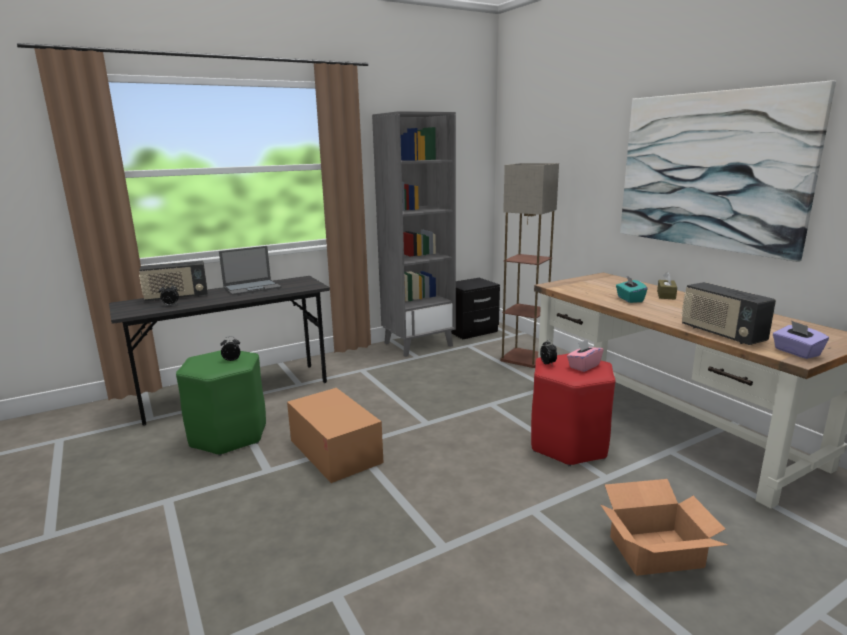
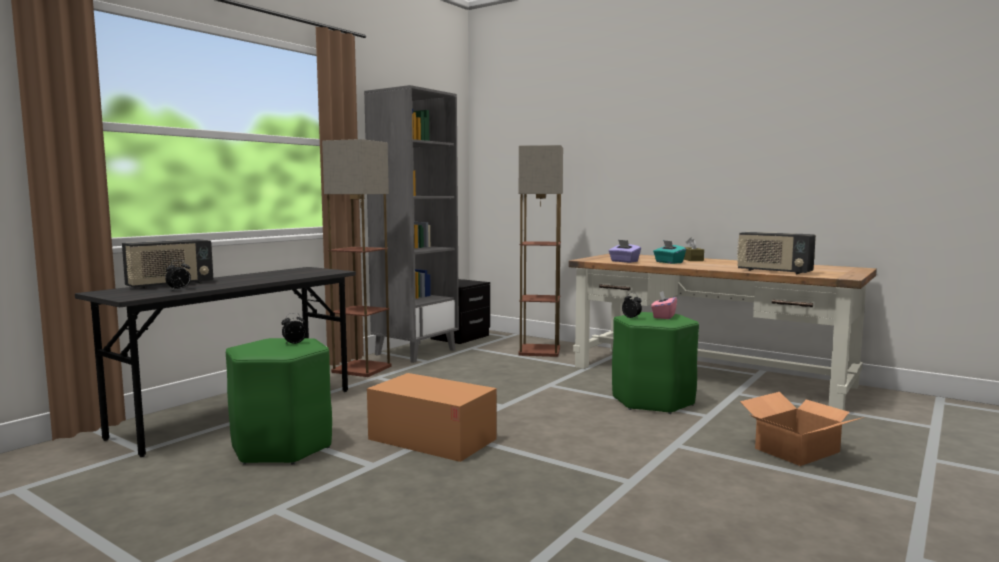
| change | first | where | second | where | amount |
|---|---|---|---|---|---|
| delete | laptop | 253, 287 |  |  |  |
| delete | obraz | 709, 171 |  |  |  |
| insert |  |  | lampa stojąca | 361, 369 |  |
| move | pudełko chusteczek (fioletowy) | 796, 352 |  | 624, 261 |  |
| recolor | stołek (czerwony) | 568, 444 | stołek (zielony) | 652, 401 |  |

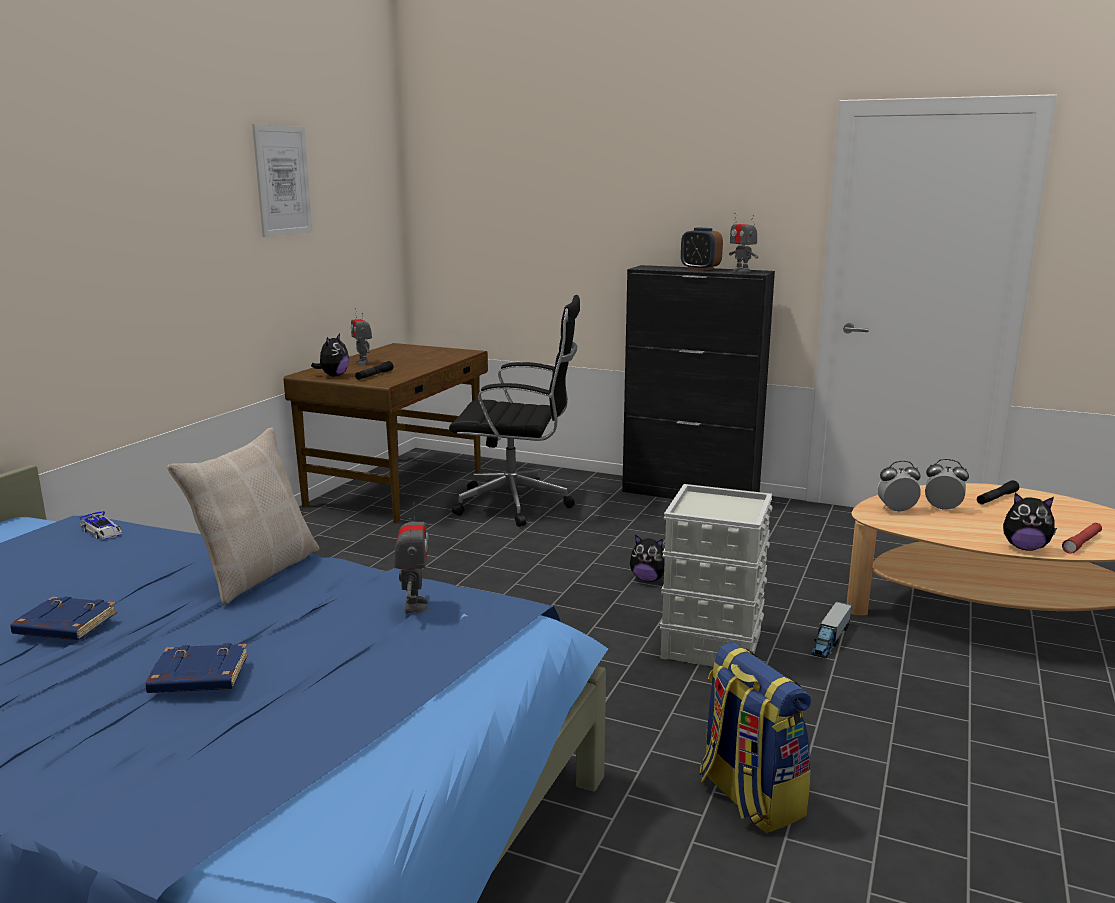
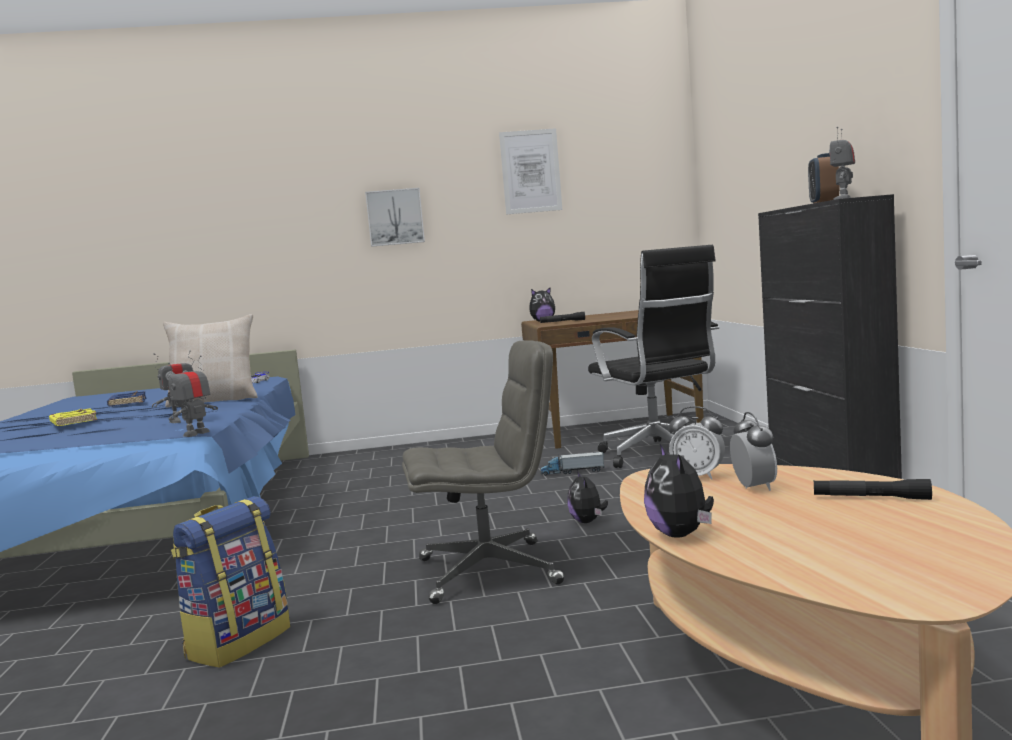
| change | first | where | second | where | amount |
|---|---|---|---|---|---|
| delete | latarka (czerwony) | 1082, 543 |  |  |  |
| insert |  |  | obraz | 395, 217 |  |
| move | robot zabawkowy | 363, 363 |  | 196, 434 |  |
| move | ciężarówka zabawkowa | 830, 640 |  | 572, 472 |  |
| replace | pojemnik do przechowywania (szary) | 713, 644 | krzesło biurowe (szary) | 490, 571 |  |
| recolor | książka (niebieski) | 198, 677 | książka (żółty) | 72, 422 |  |
| rotate | budzik | 896, 510 |  | 698, 476 | 150 degrees clockwise |

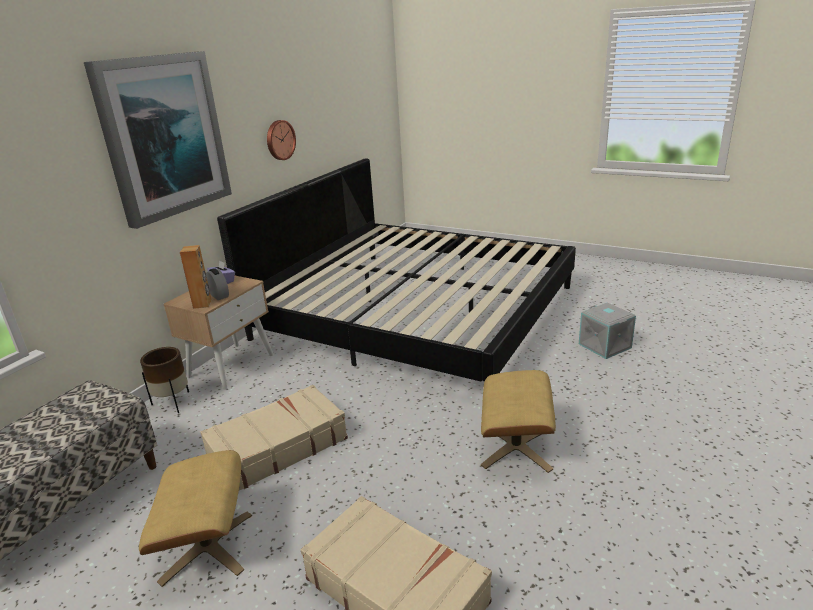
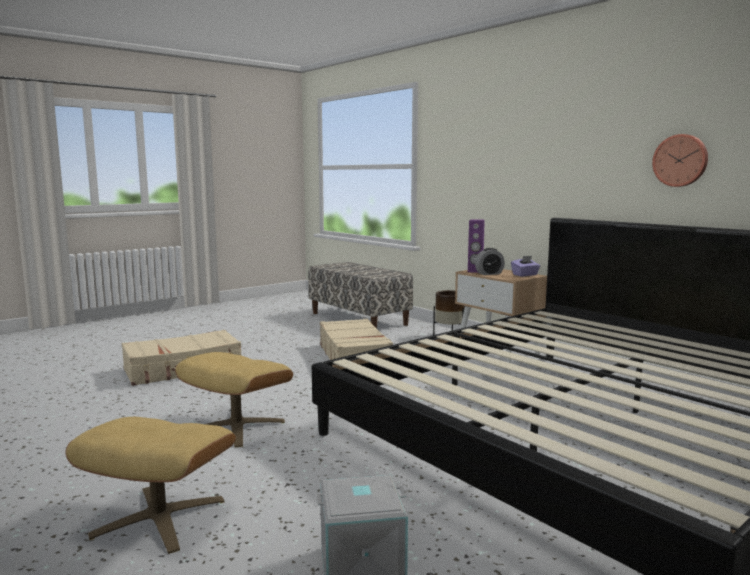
| change | first | where | second | where | amount |
|---|---|---|---|---|---|
| delete | obraz | 163, 136 |  |  |  |
| move | pufa (beżowy) | 208, 547 |  | 158, 518 |  |
| recolor | głośnik (brązowy) | 202, 304 | głośnik (fioletowy) | 475, 271 |  |

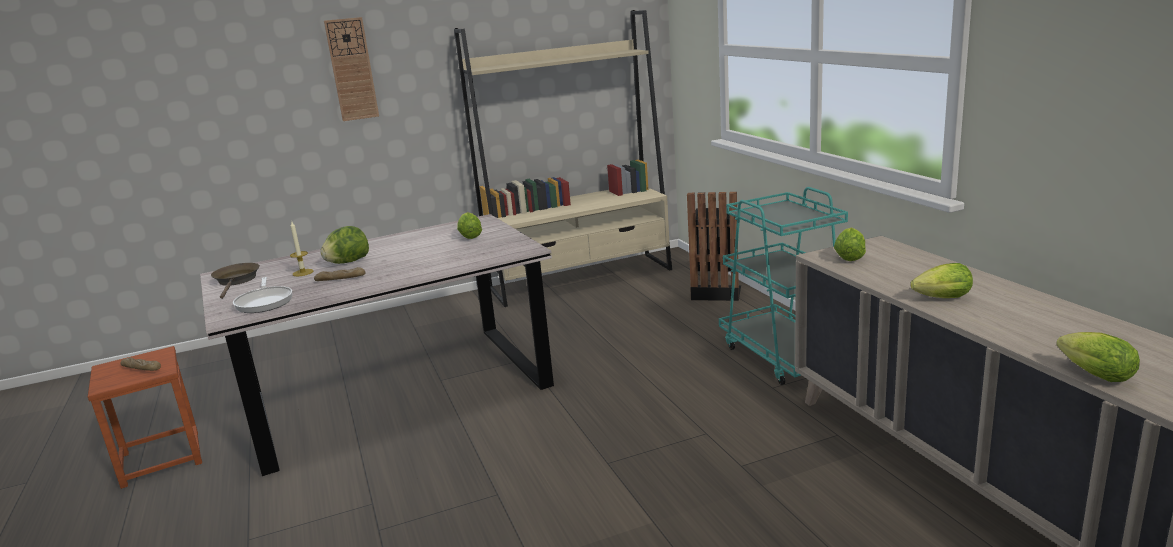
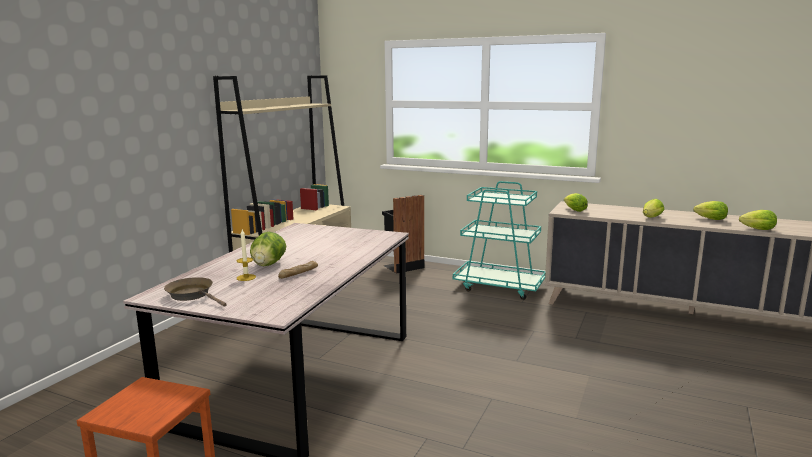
| change | first | where | second | where | amount |
|---|---|---|---|---|---|
| delete | chleb | 141, 369 |  |  |  |
| delete | patelnia | 265, 302 |  |  |  |
| delete | zegar ścienny | 352, 69 |  |  |  |
| move | sałata | 469, 236 |  | 709, 219 |  |

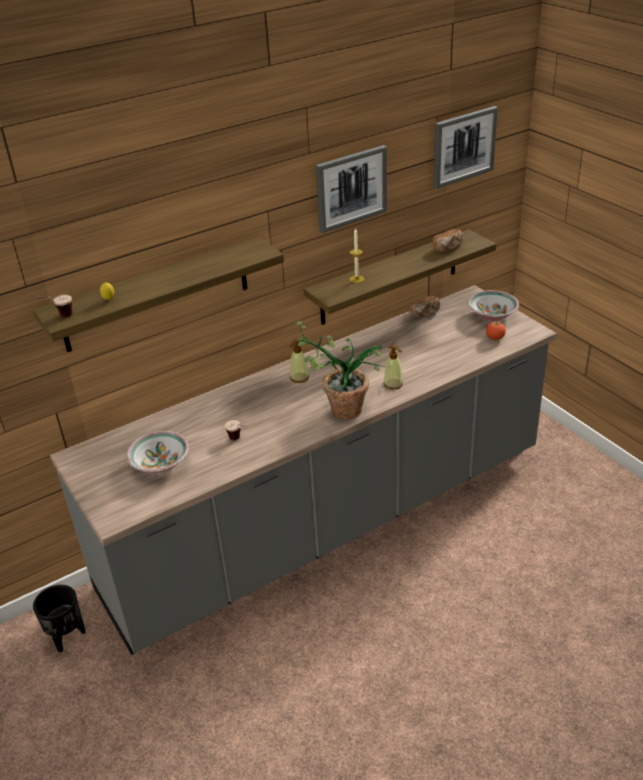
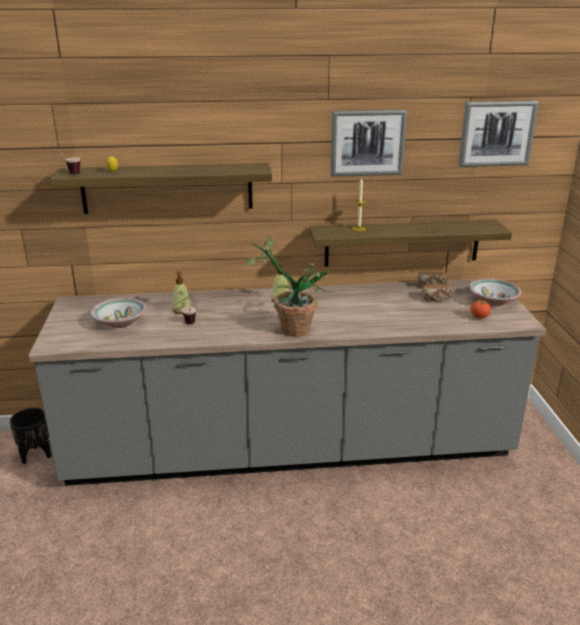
| change | first | where | second | where | amount |
|---|---|---|---|---|---|
| move | dozownik mydła | 393, 384 |  | 182, 310 |  |
| move | chleb | 448, 247 |  | 436, 299 |  |

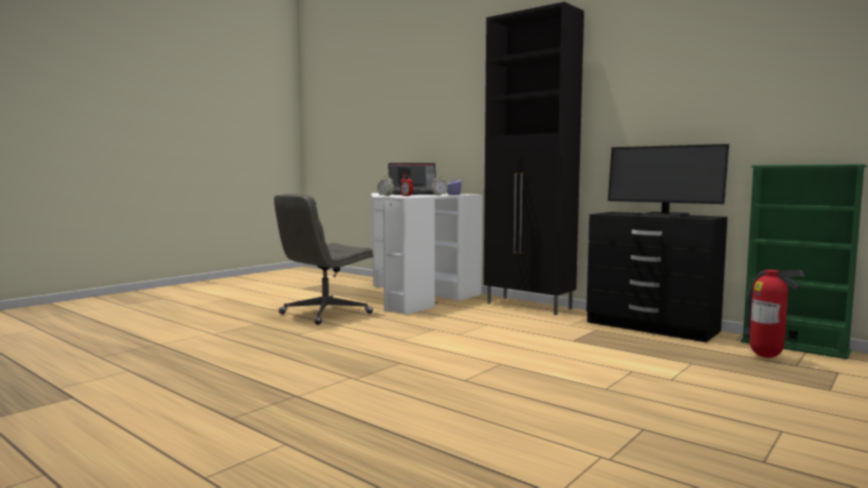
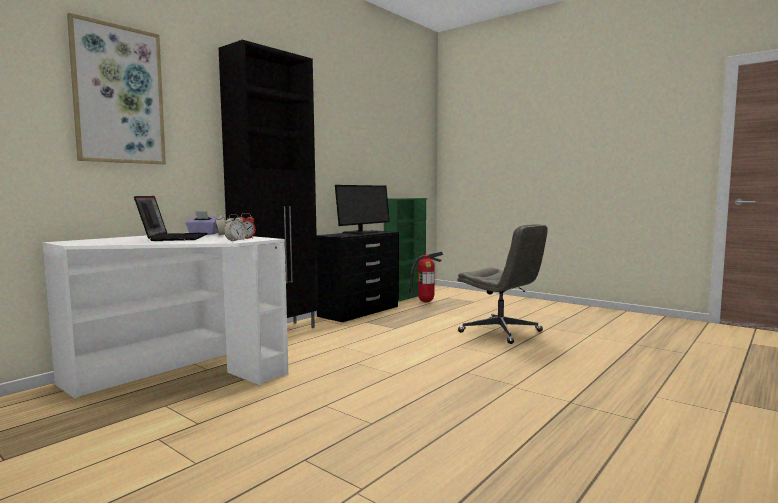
| change | first | where | second | where | amount |
|---|---|---|---|---|---|
| insert |  |  | obraz | 118, 95 |  |
| move | krzesło biurowe (szary) | 325, 314 |  | 501, 332 |  |

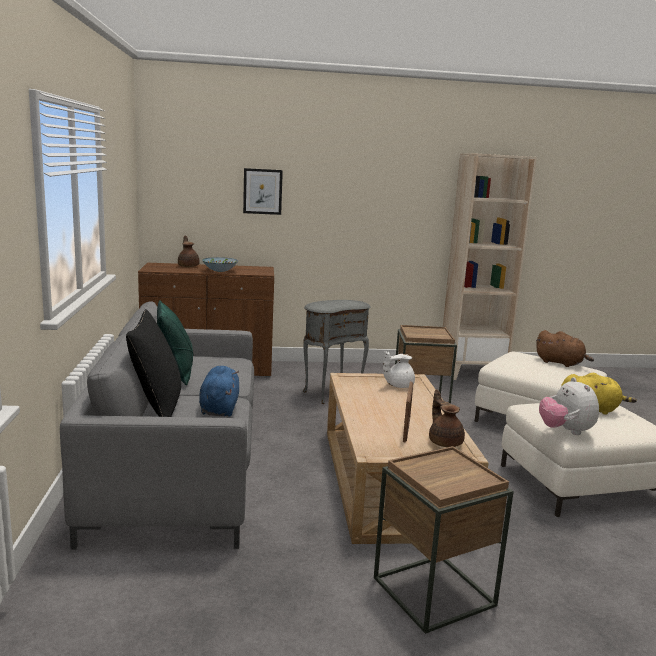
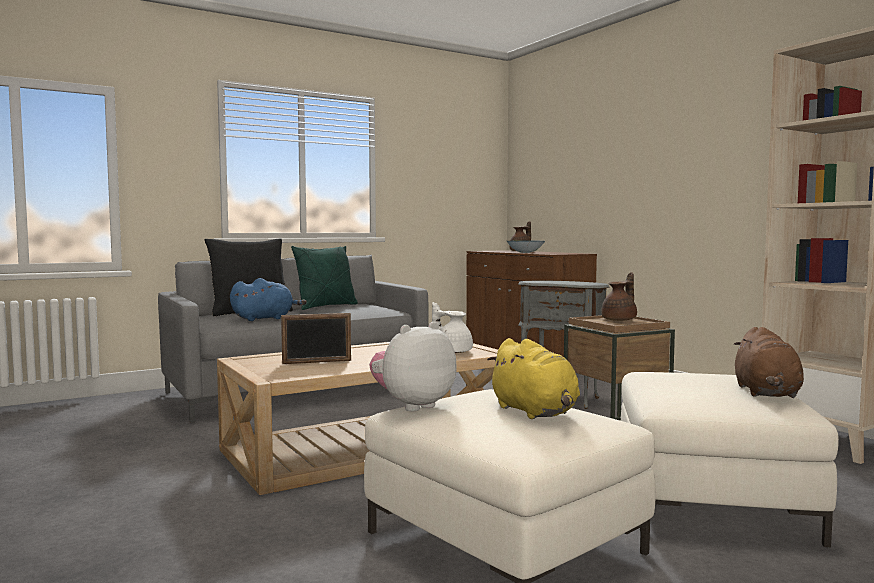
| change | first | where | second | where | amount |
|---|---|---|---|---|---|
| delete | obraz | 262, 191 |  |  |  |
| delete | stolik (brązowy) | 433, 591 |  |  |  |
| move | imbryk (brązowy) | 445, 441 |  | 620, 320 |  |

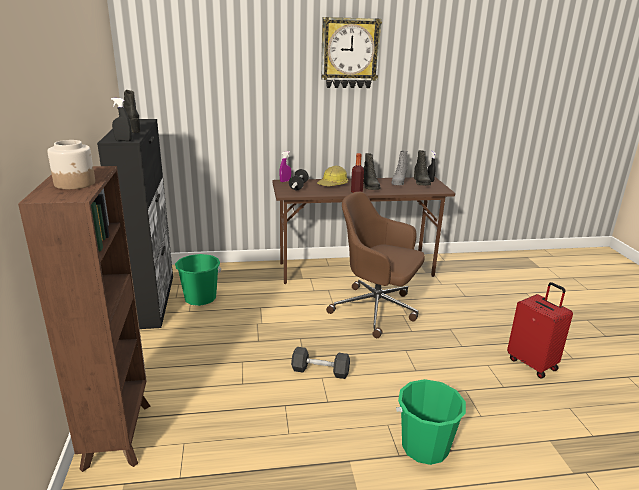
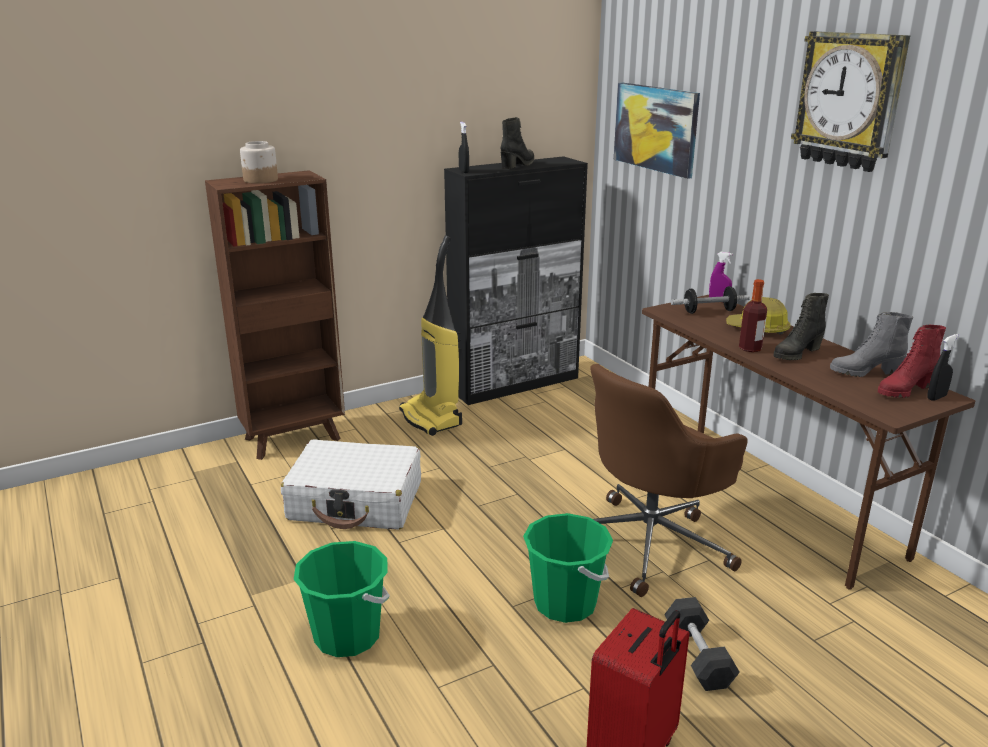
| change | first | where | second | where | amount |
|---|---|---|---|---|---|
| insert |  |  | walizka (biały) | 356, 501 |  |
| insert |  |  | odkurzacz | 432, 418 |  |
| insert |  |  | obraz | 656, 128 |  |
| move | wiadro (zielony) | 200, 298 |  | 565, 603 |  |
| move | hantel (szary) | 320, 371 |  | 698, 656 |  |
| recolor | but z cholewką (czarny) | 421, 182 | but z cholewką (czerwony) | 904, 390 |  |
| rotate | krzesło biurowe (brązowy) | 377, 310 |  | 651, 543 | 135 degrees counterclockwise |

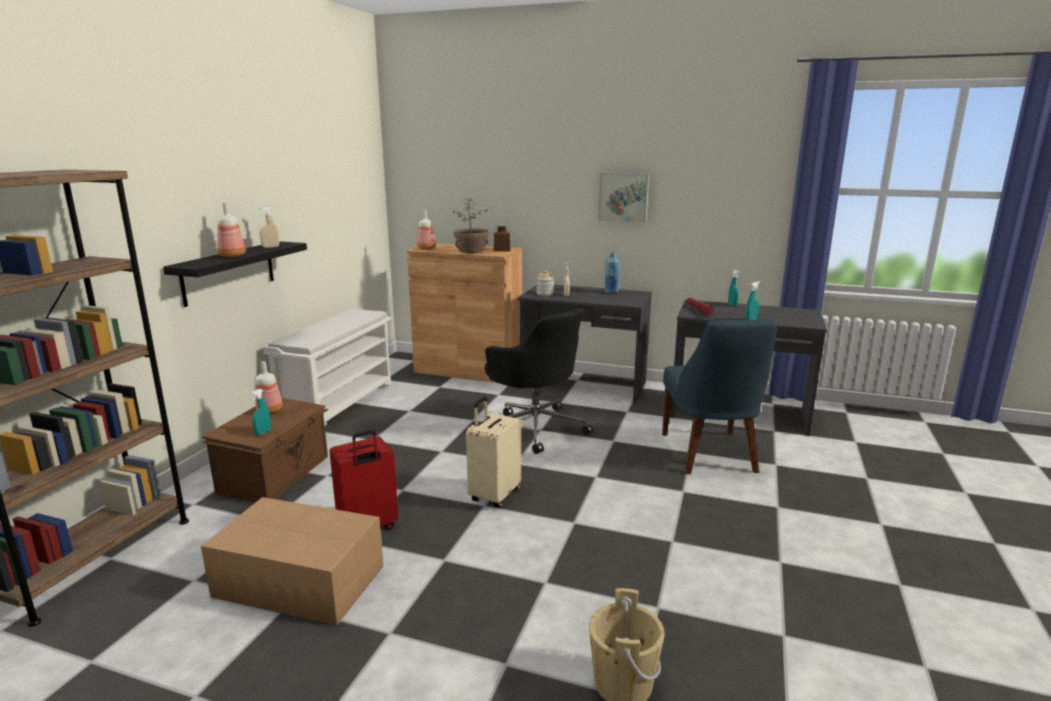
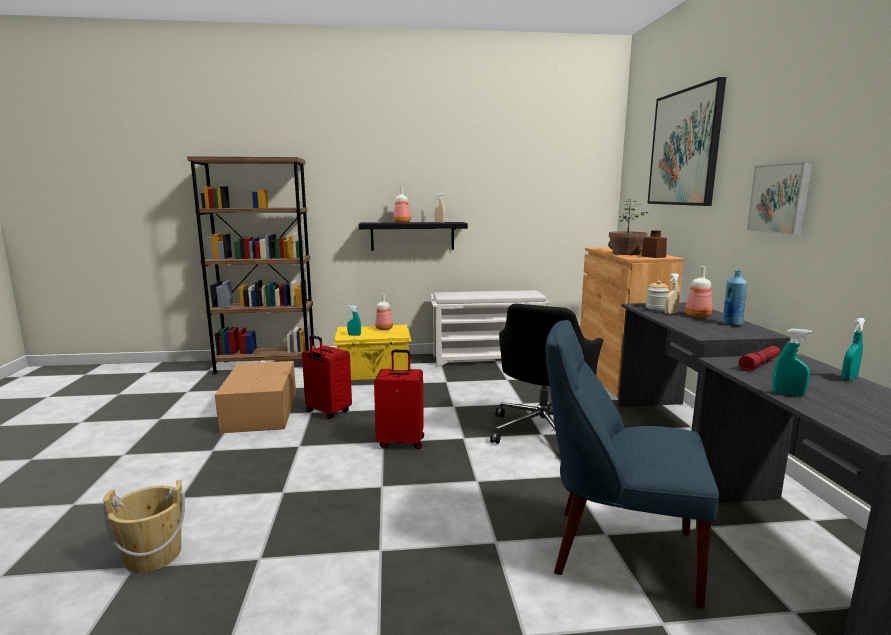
| change | first | where | second | where | amount |
|---|---|---|---|---|---|
| insert |  |  | obraz | 684, 148 |  |
| move | butelka | 426, 248 |  | 698, 316 |  |
| recolor | pojemnik do przechowywania (brązowy) | 276, 474 | pojemnik do przechowywania (żółty) | 374, 372 |  |
| recolor | walizka (beżowy) | 494, 495 | walizka (czerwony) | 401, 441 |  |
| rotate | krzesło (niebieski) | 710, 455 |  | 616, 551 | 45 degrees clockwise |

